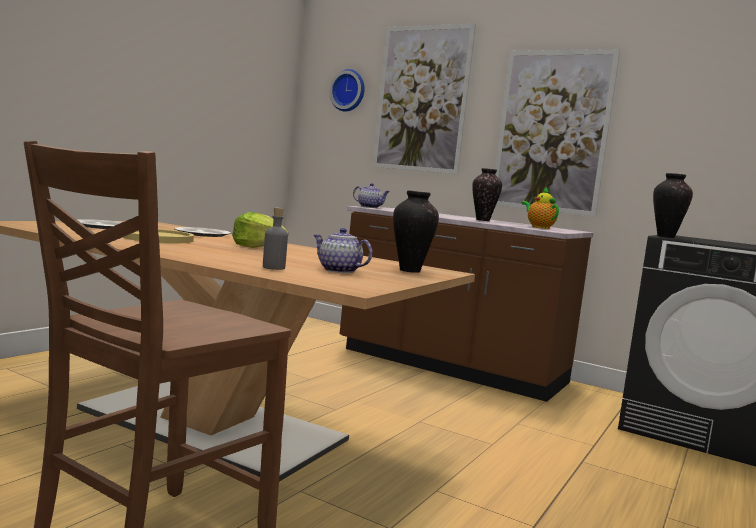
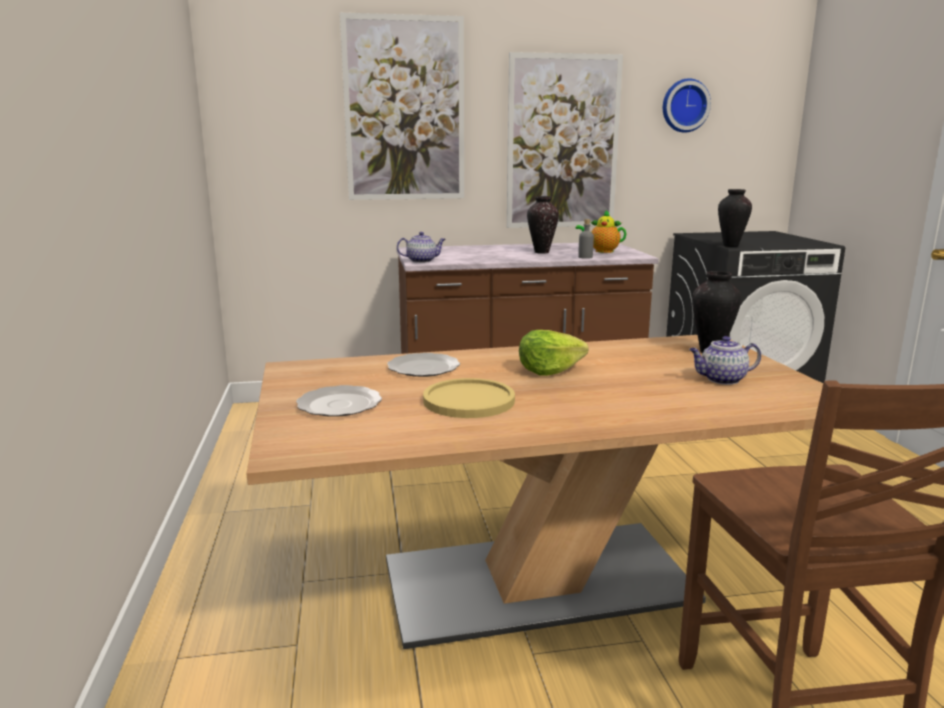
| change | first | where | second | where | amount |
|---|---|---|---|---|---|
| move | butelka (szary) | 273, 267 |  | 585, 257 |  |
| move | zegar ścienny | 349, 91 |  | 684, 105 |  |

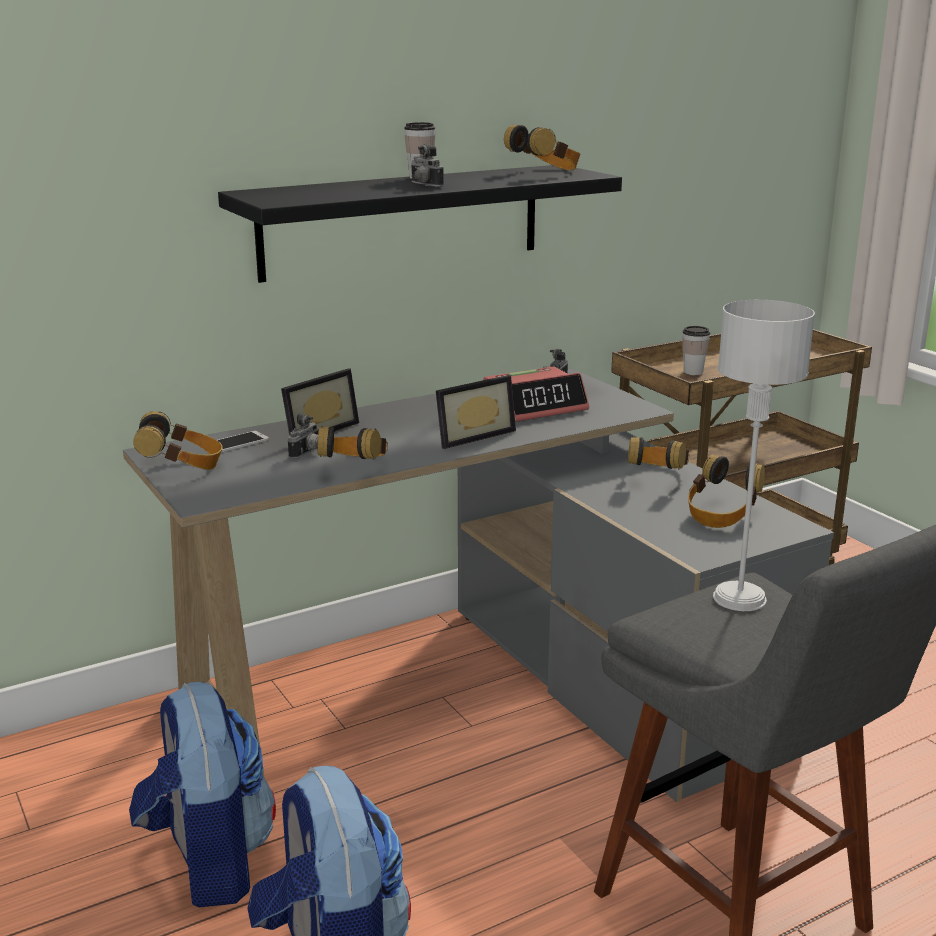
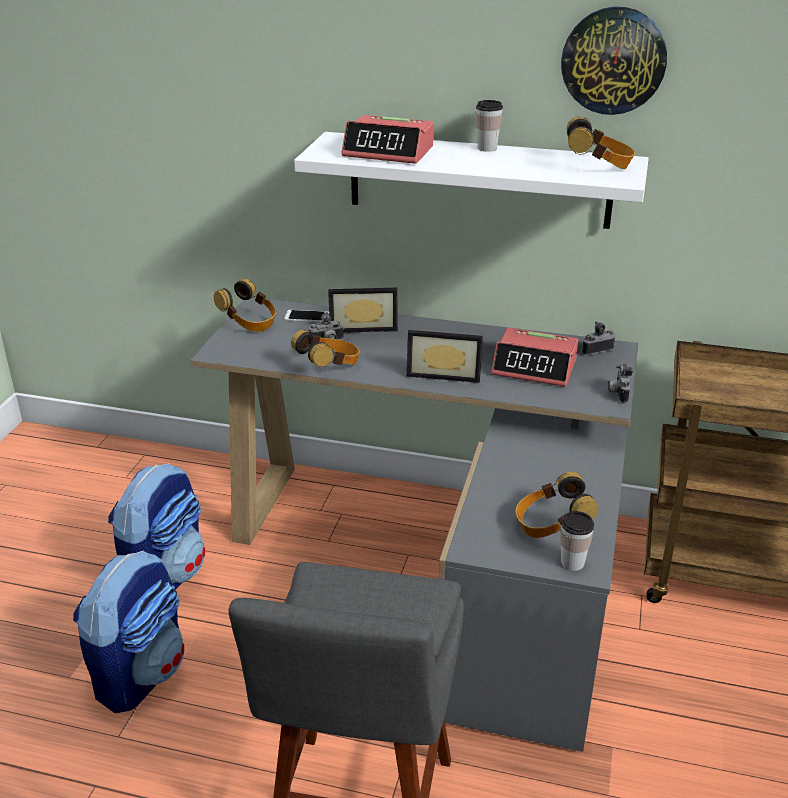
| change | first | where | second | where | amount |
|---|---|---|---|---|---|
| delete | słuchawki | 657, 476 |  |  |  |
| delete | lampa stołowa (szary) | 738, 598 |  |  |  |
| insert |  |  | budzik | 389, 152 |  |
| insert |  |  | zegar ścienny | 613, 61 |  |
| move | aparat fotograficzny | 423, 185 |  | 617, 393 |  |
| move | filiżanka | 693, 372 |  | 572, 563 |  |
| recolor | półka (czarny) | 402, 221 | półka (biały) | 479, 180 |  |

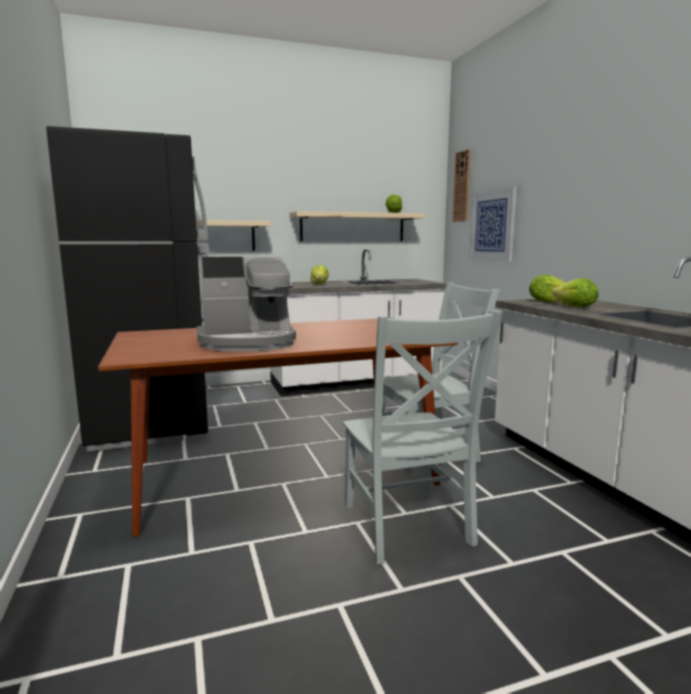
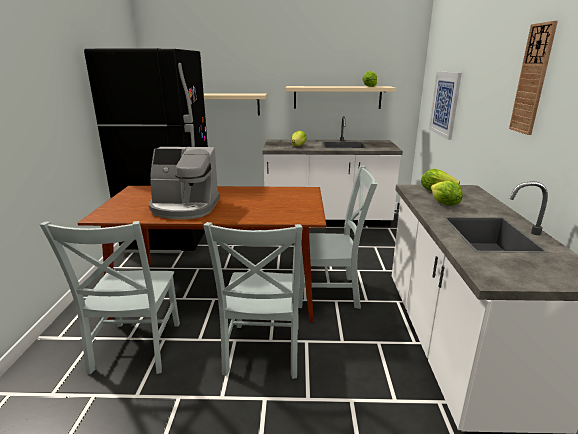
| change | first | where | second | where | amount |
|---|---|---|---|---|---|
| insert |  |  | krzesło (szary) | 135, 349 |  |
| move | zegar ścienny | 462, 186 |  | 532, 79 |  |

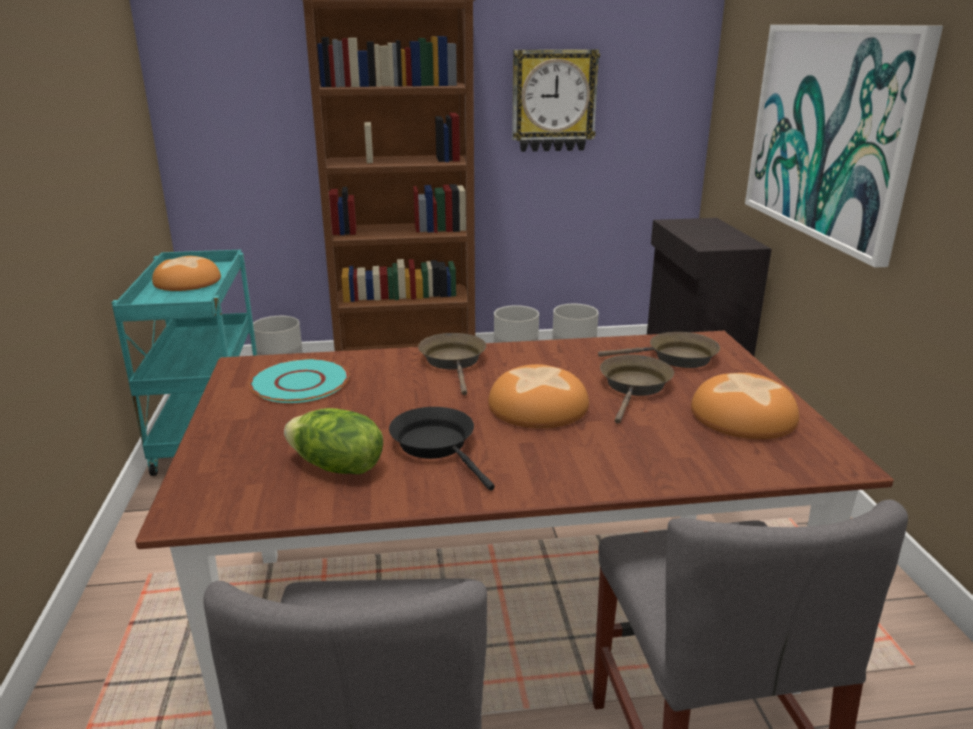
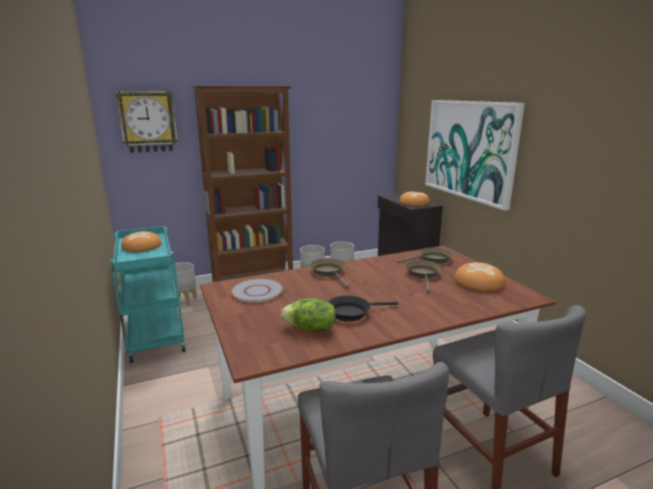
| change | first | where | second | where | amount |
|---|---|---|---|---|---|
| move | chleb | 539, 406 |  | 414, 203 |  |
| move | zegar ścienny | 553, 101 |  | 148, 121 |  |
| recolor | talerz (turkusowy) | 300, 383 | talerz (szary) | 257, 291 |  |
| rotate | patelnia (czarny) | 437, 446 |  | 352, 312 | 60 degrees counterclockwise |

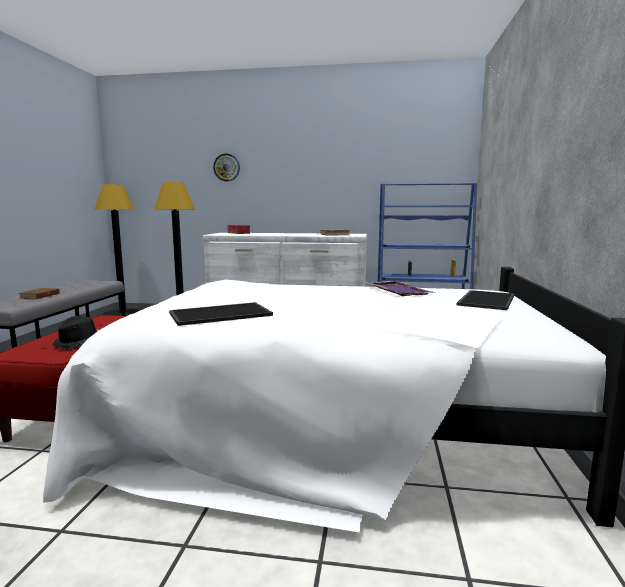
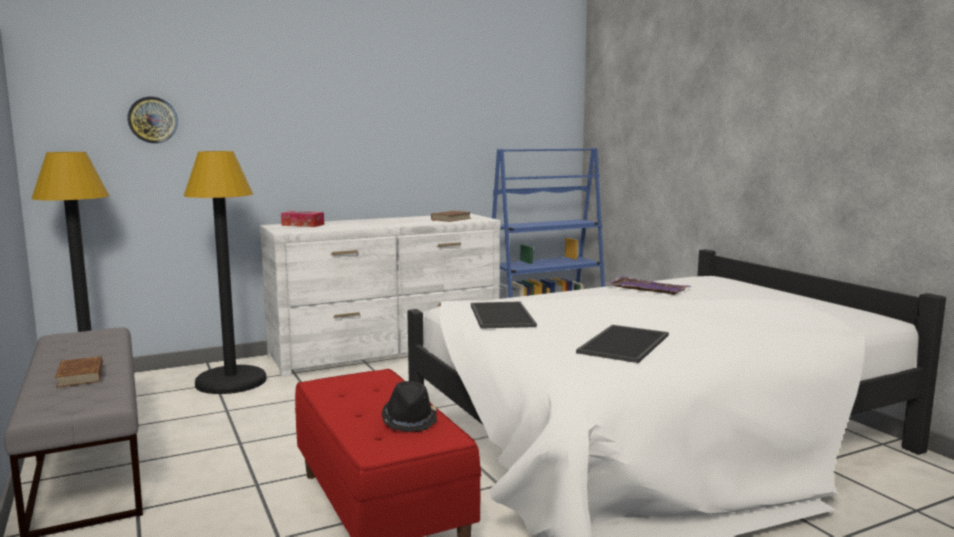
| change | first | where | second | where | amount |
|---|---|---|---|---|---|
| move | zegar ścienny | 226, 167 |  | 152, 120 |  |
| move | taca | 485, 300 |  | 500, 315 |  |

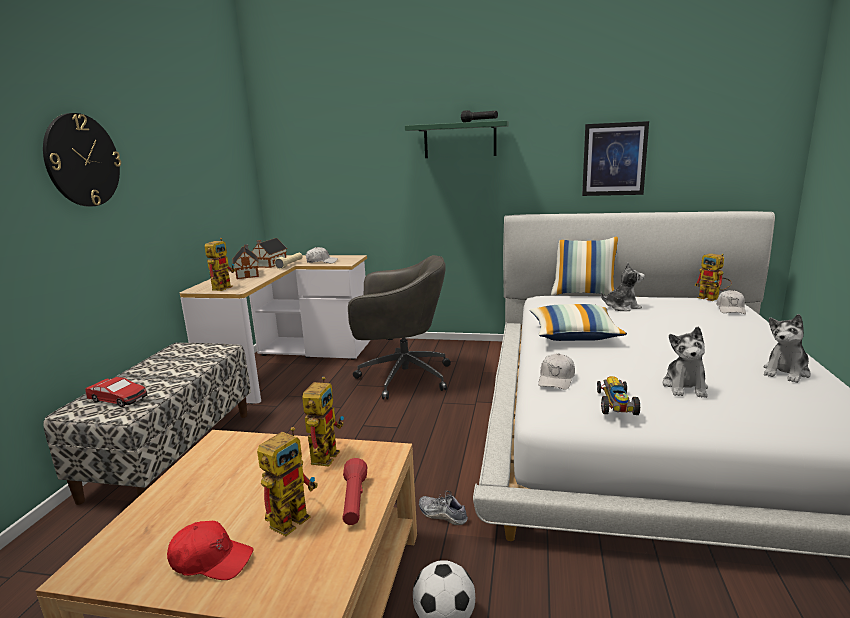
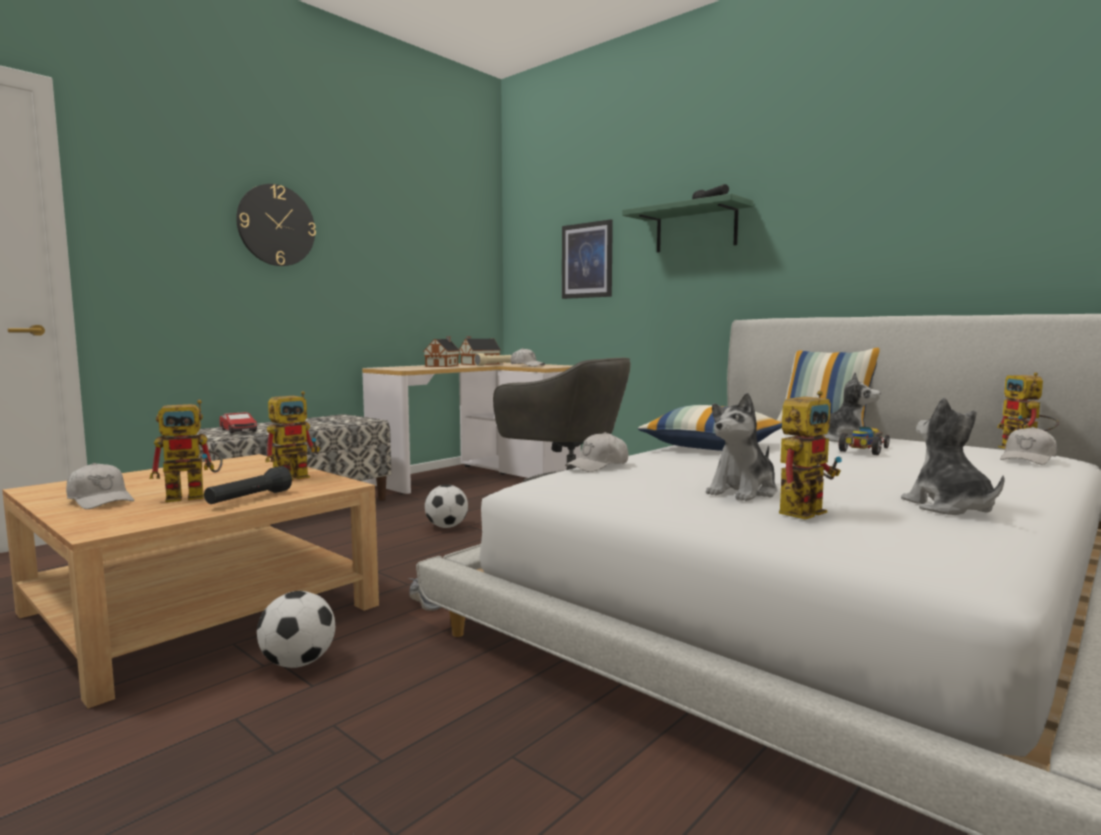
| change | first | where | second | where | amount |
|---|---|---|---|---|---|
| insert |  |  | piłka futbolowa | 446, 527 |  |
| move | robot zabawkowy | 223, 287 |  | 804, 510 |  |
| move | obraz | 614, 159 |  | 587, 260 |  |
| move | samochodzik | 616, 405 |  | 864, 450 |  |
| recolor | czapka z daszkiem (czerwony) | 211, 560 | czapka z daszkiem (biały) | 100, 500 |  |
| recolor | latarka (czerwony) | 354, 502 | latarka (czarny) | 249, 499 |  |
| rotate | pluszak | 786, 372 |  | 949, 507 | 90 degrees clockwise |

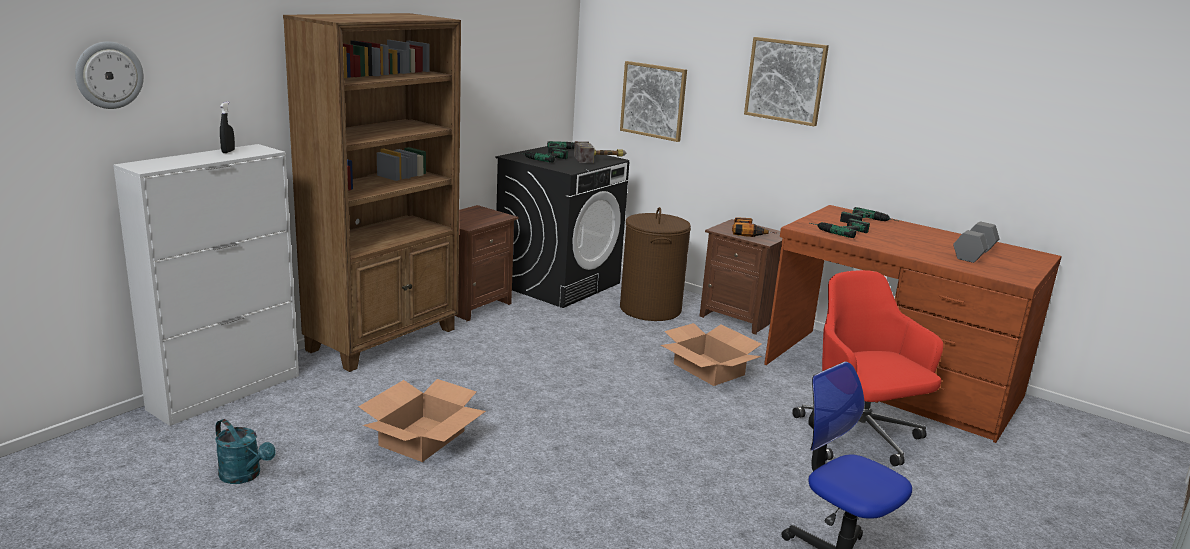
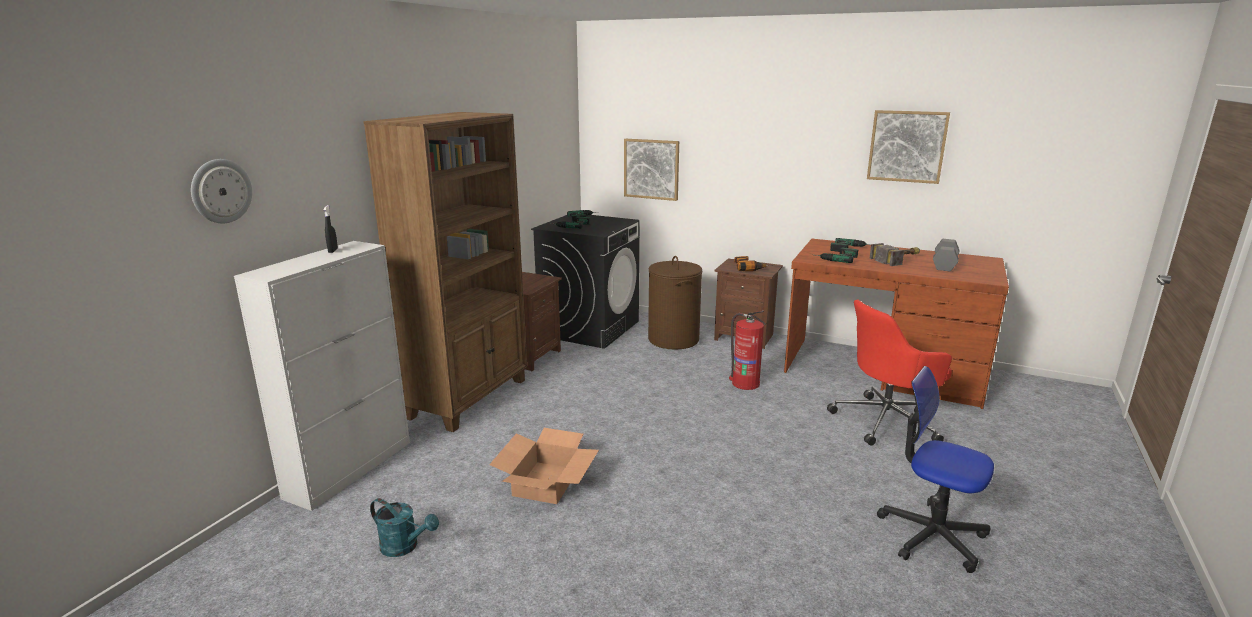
| change | first | where | second | where | amount |
|---|---|---|---|---|---|
| move | młotek | 601, 159 |  | 899, 259 |  |
| move | obraz | 785, 81 |  | 907, 146 |  |
| replace | karton | 708, 369 | gaśnica | 745, 383 |  |
| rotate | krzesło biurowe (czerwony) | 859, 437 |  | 886, 421 | 75 degrees counterclockwise |

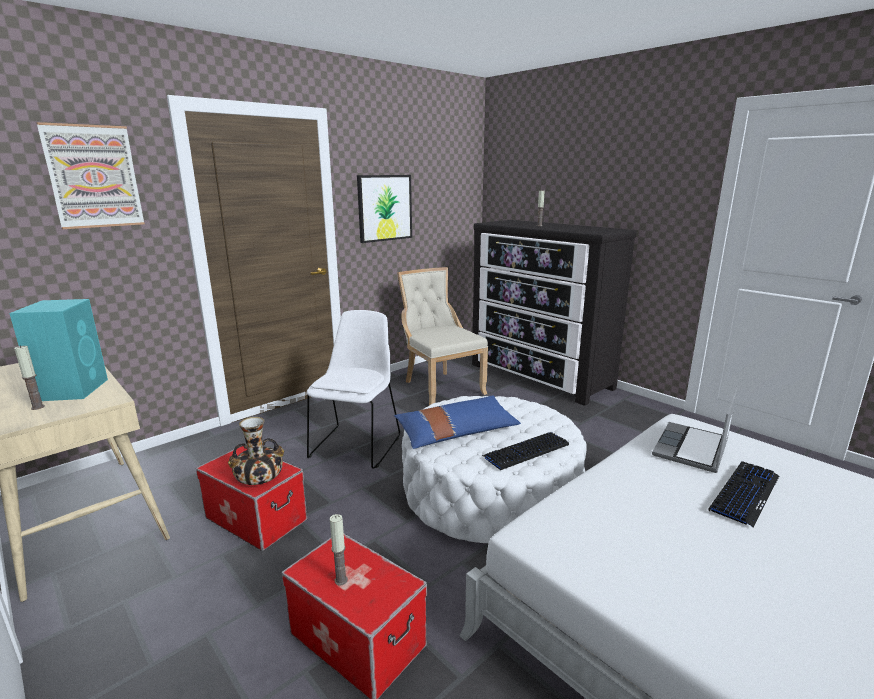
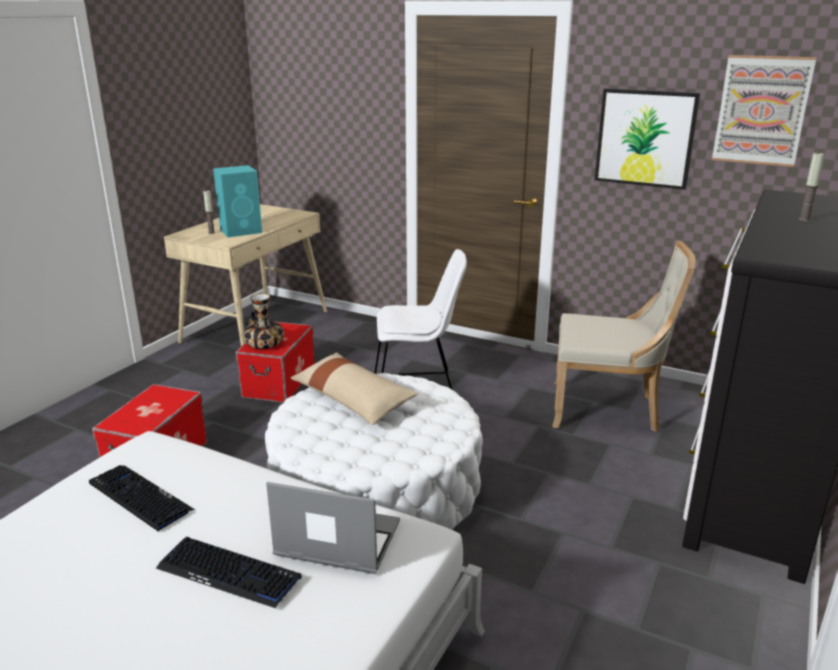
| change | first | where | second | where | amount |
|---|---|---|---|---|---|
| delete | świeca | 341, 580 |  |  |  |
| move | obraz | 94, 177 |  | 761, 110 |  |
| move | klawiatura | 526, 451 |  | 140, 498 |  |
| recolor | poduszka (niebieski) | 456, 432 | poduszka (beżowy) | 353, 399 |  |
| rotate | krzesło (beżowy) | 440, 387 |  | 608, 410 | 60 degrees clockwise |

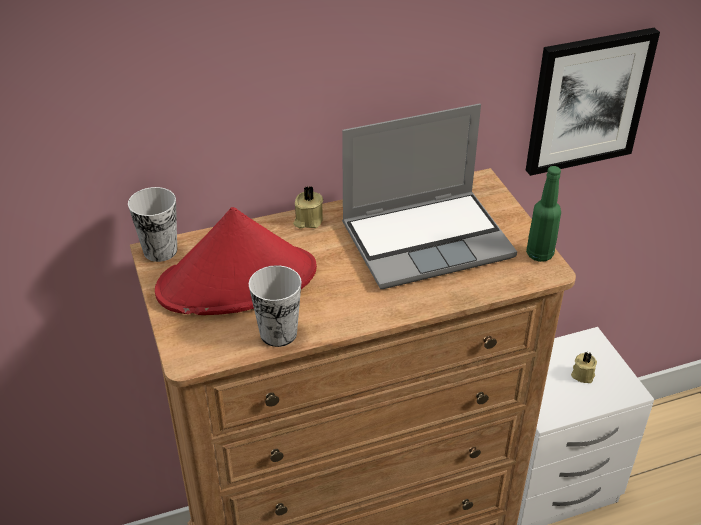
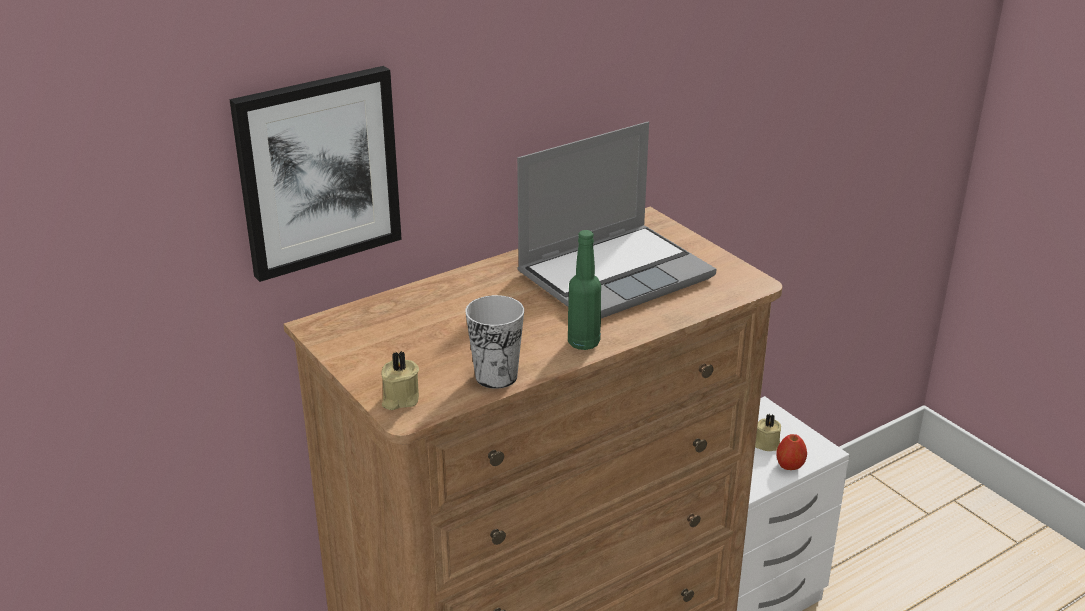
| change | first | where | second | where | amount |
|---|---|---|---|---|---|
| delete | filiżanka | 160, 250 |  |  |  |
| delete | kapelusz (czerwony) | 238, 281 |  |  |  |
| insert |  |  | jabłko | 789, 466 |  |
| move | świeca (beżowy) | 307, 220 |  | 399, 399 |  |
| move | obraz | 587, 101 |  | 318, 171 |  |
| move | butelka (zielony) | 539, 254 |  | 584, 343 |  |

